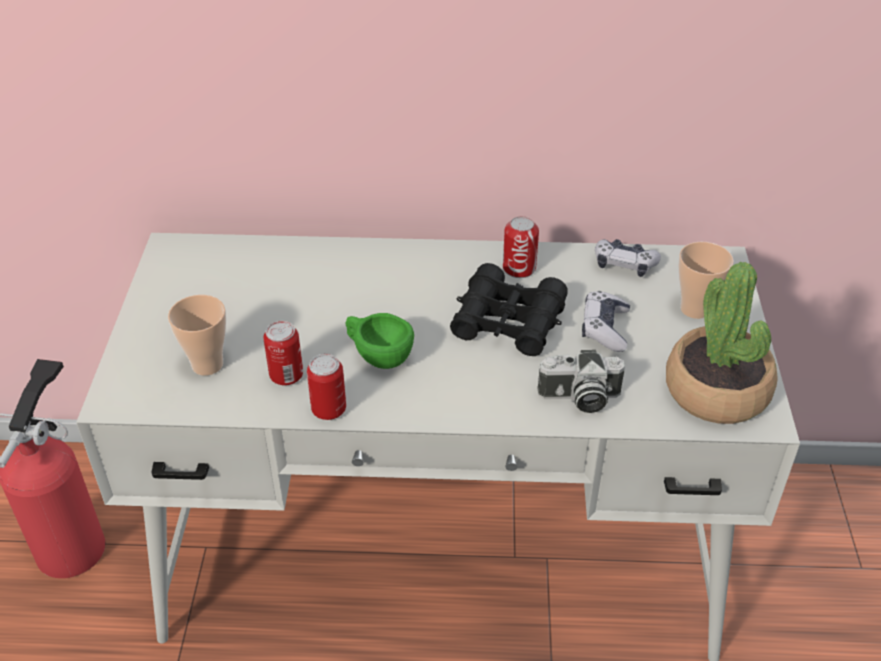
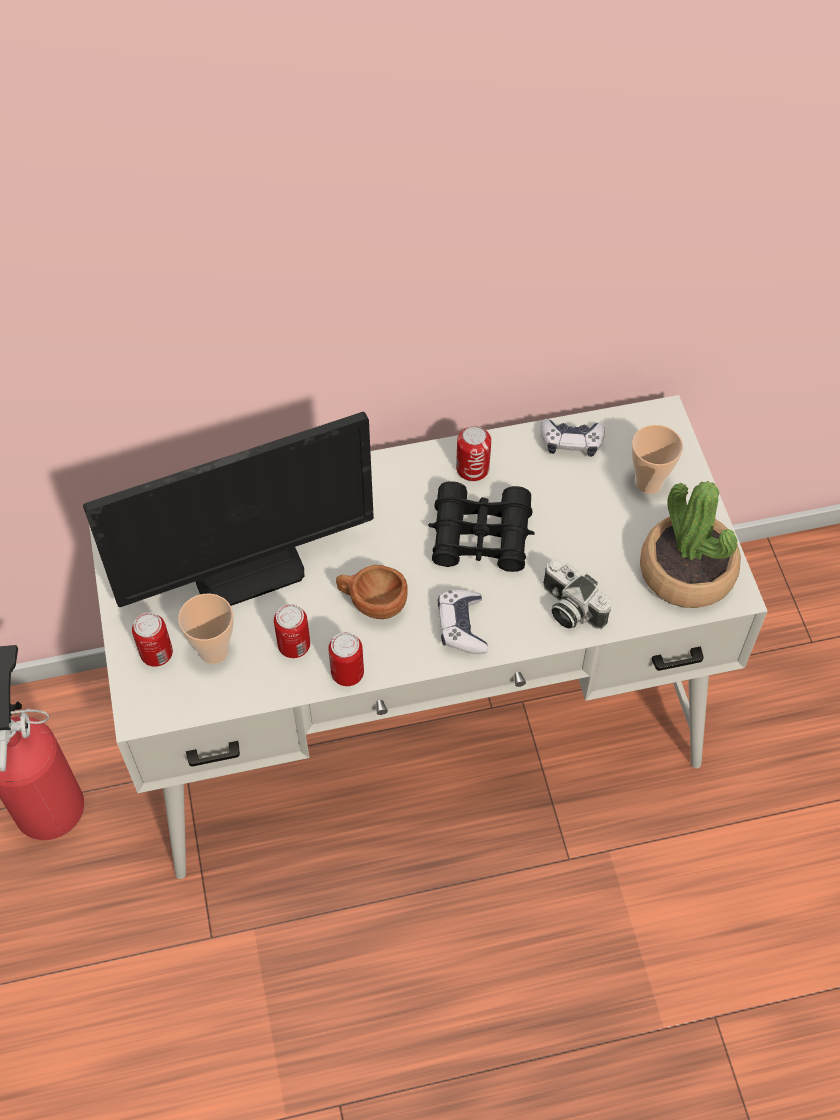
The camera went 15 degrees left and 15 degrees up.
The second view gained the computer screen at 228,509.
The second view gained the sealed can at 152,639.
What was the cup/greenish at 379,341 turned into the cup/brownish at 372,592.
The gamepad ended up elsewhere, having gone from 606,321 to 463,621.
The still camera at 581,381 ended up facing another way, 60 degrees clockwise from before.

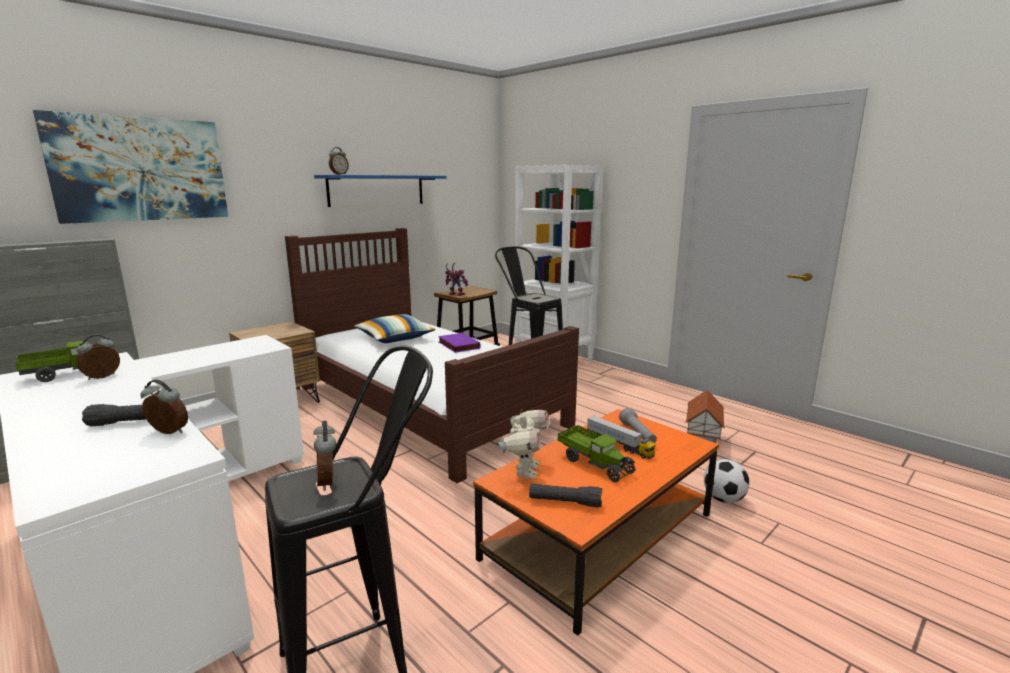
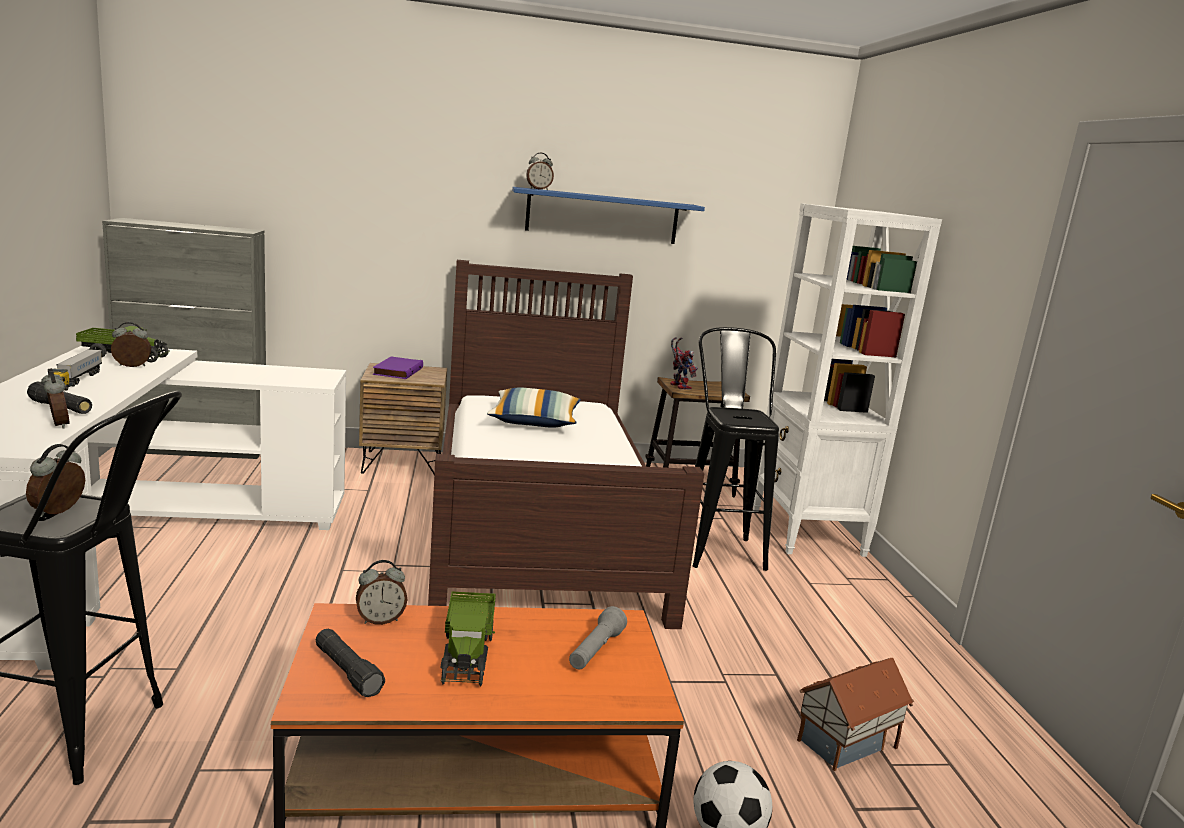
The camera went 35 degrees right and 0 degrees up.
The toy truck ended up elsewhere, having gone from 621,437 to 77,369.
Where the model robot stood at 523,444, the bedside clock came to stand at 381,592.
The volume/purplish ended up elsewhere, having gone from 459,342 to 398,367.
The second view lost the wall picture at 130,167.

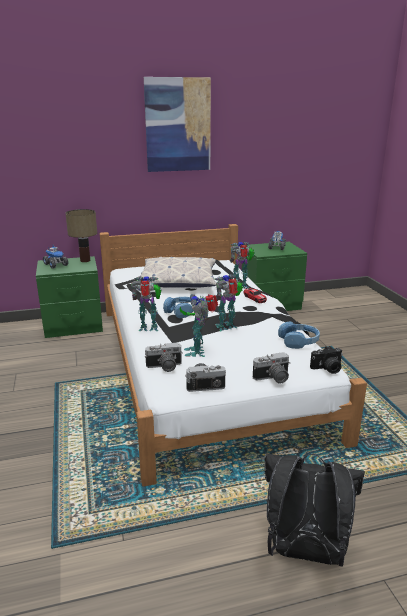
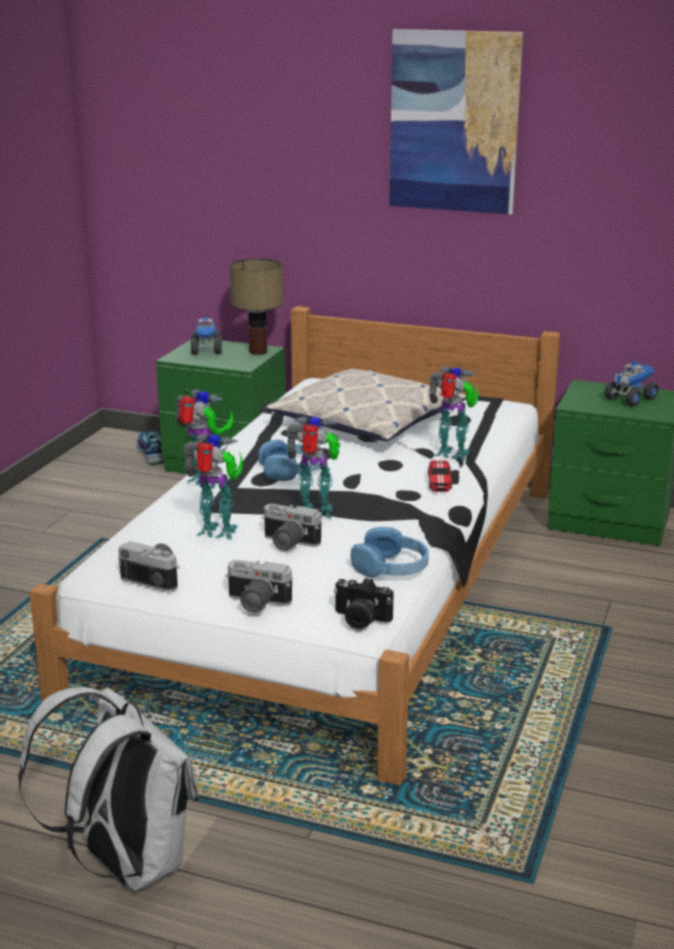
The camera went 35 degrees right and 0 degrees up.
What was the rucksack/black-coloured at 315,509 turned into the rucksack/white at 108,789.
The second view gained the low shoe at 150,447.
The model robot at 199,325 ended up facing another way, 75 degrees clockwise from before.
The still camera ended up elsewhere, having gone from 164,357 to 291,527.

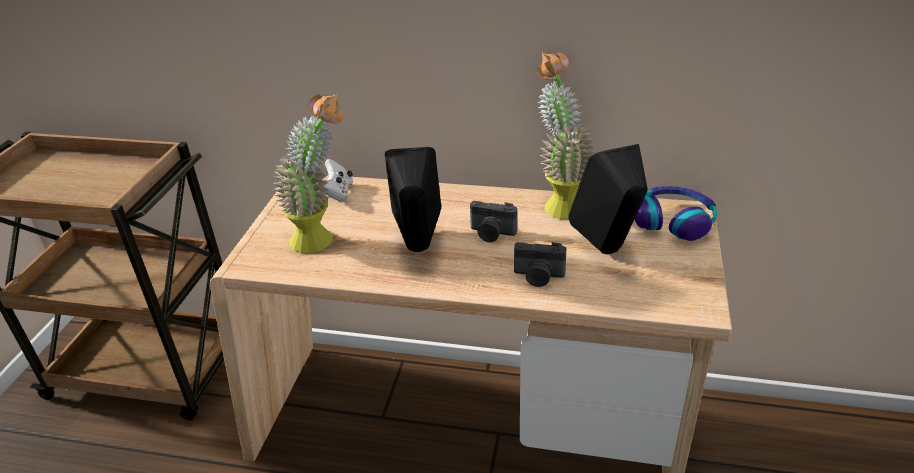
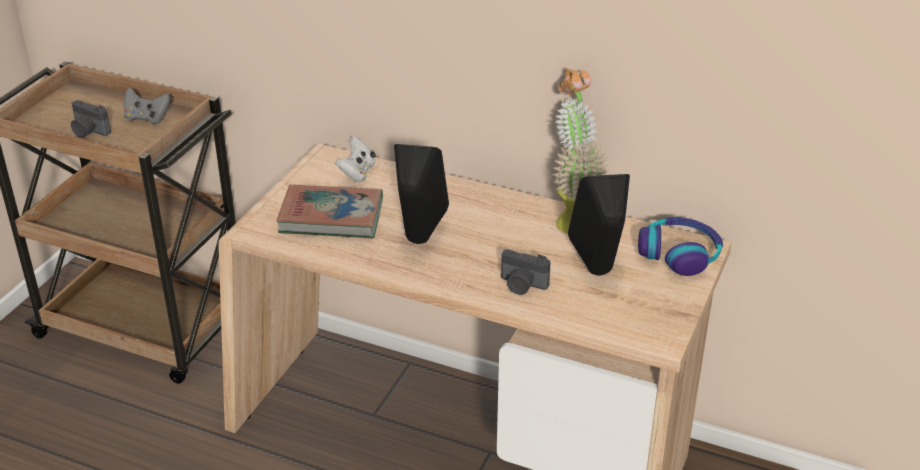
The camera went 10 degrees right and 0 degrees up.
The still camera ended up elsewhere, having gone from 493,221 to 91,119.
The second view gained the gamepad/greyish at 147,106.
Where the houseplant stood at 308,173, the volume came to stand at 329,211.

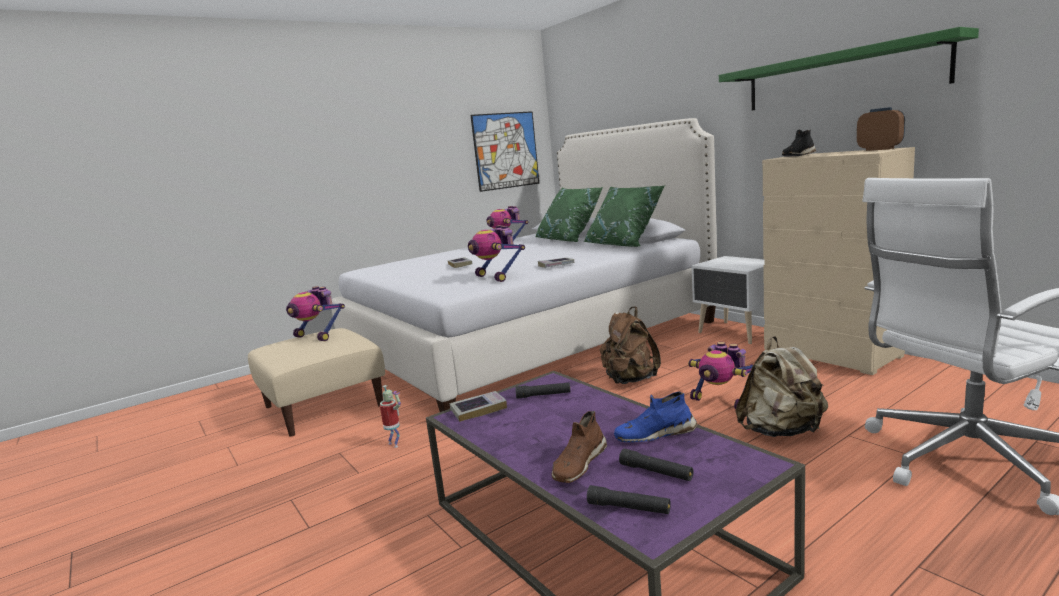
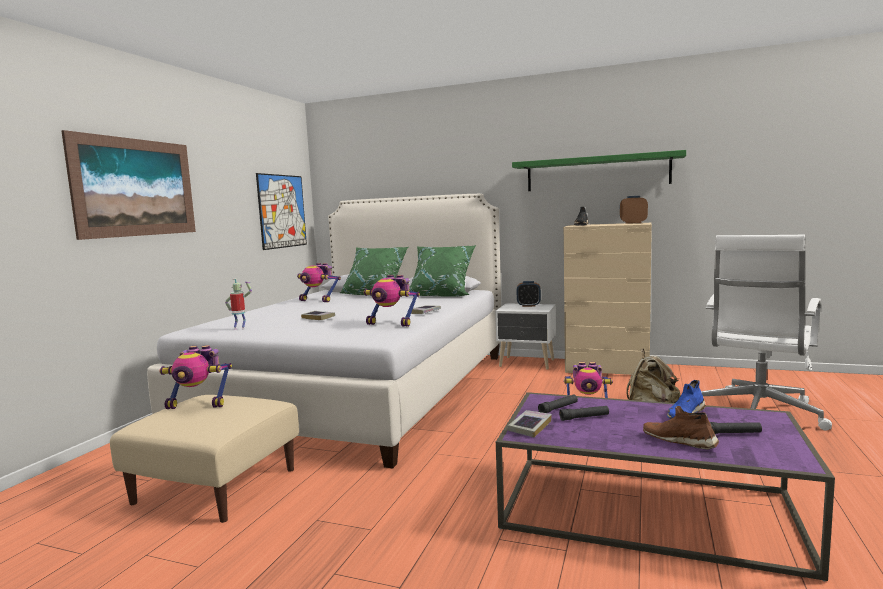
The camera went 35 degrees left and 5 degrees down.
The second view gained the wall picture at 128,185.
The model robot ended up elsewhere, having gone from 390,416 to 238,304.
The second view gained the bedside clock at 529,294.
The torch/black-coloured ended up elsewhere, having gone from 629,499 to 584,413.
The low shoe/brownish at 579,447 ended up facing another way, 135 degrees clockwise from before.
The second view lost the rucksack/brownish at 630,345.

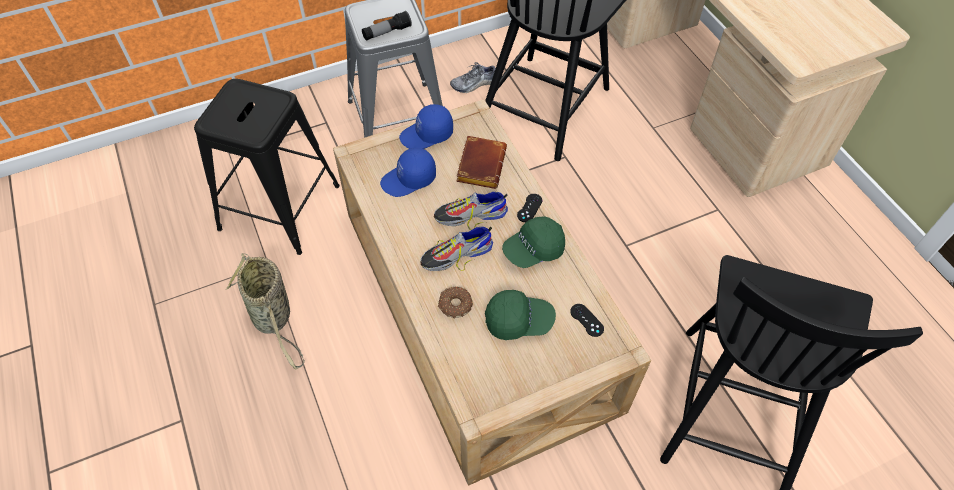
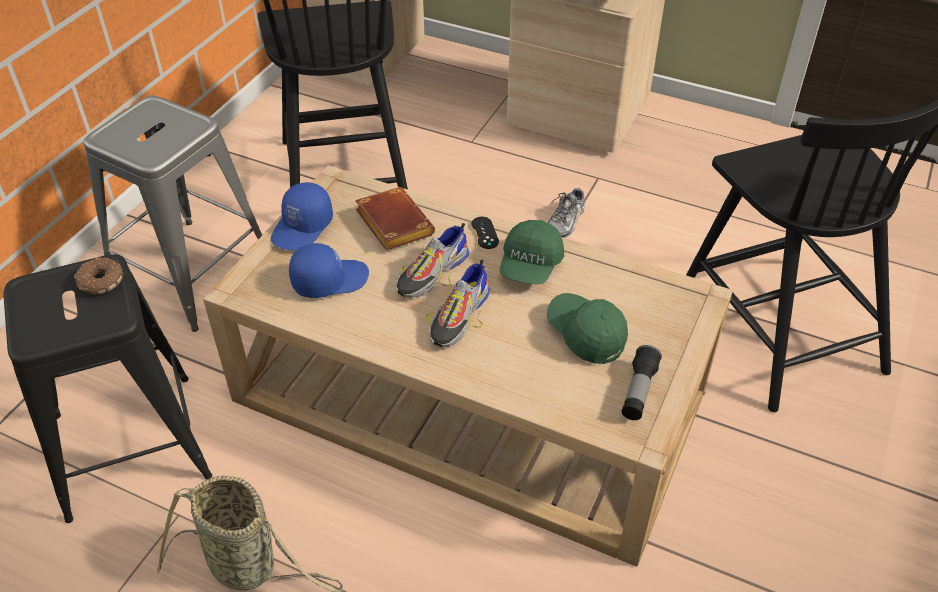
The camera went 40 degrees left and 10 degrees down.
The donut ended up elsewhere, having gone from 455,302 to 98,276.
The peaked cap/blue at 408,172 ended up facing another way, 135 degrees counterclockwise from before.
The peaked cap/greenish at 520,315 ended up facing another way, 90 degrees counterclockwise from before.
The low shoe ended up elsewhere, having gone from 473,77 to 566,212.
The torch ended up elsewhere, having gone from 387,26 to 642,382.
The second view lost the gamepad/black-coloured at 587,320.

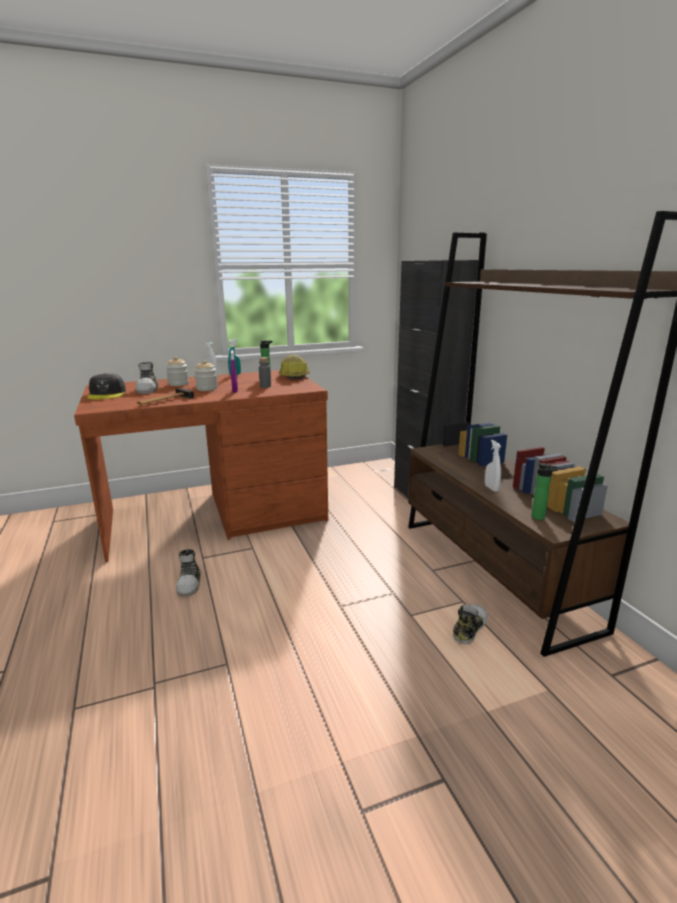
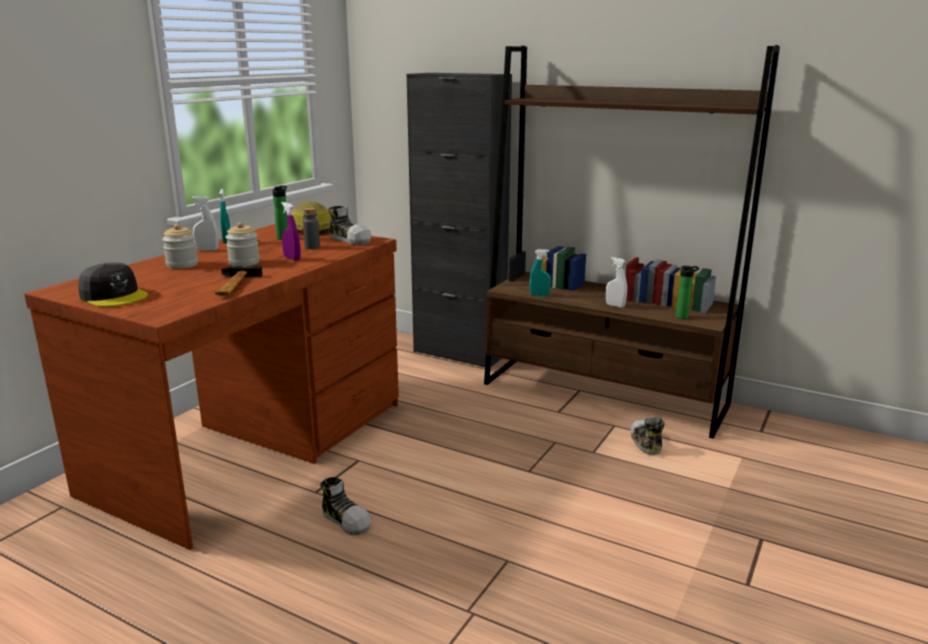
The camera went 40 degrees left and 0 degrees up.
The low shoe ended up elsewhere, having gone from 147,378 to 349,225.
The second view gained the spray bottle/blue-green at 540,272.

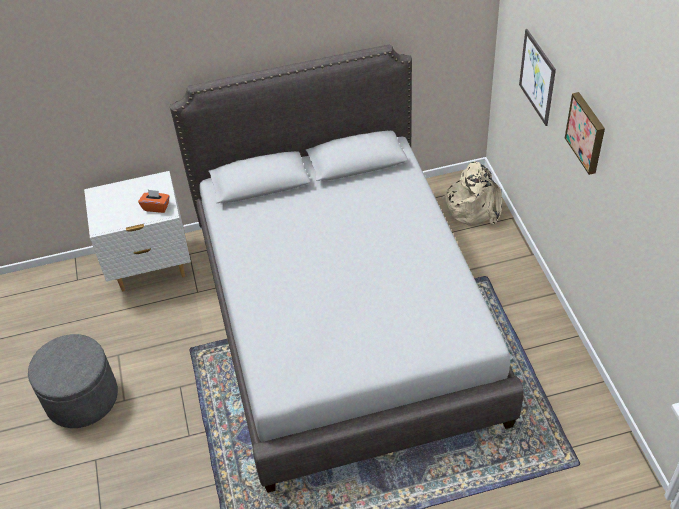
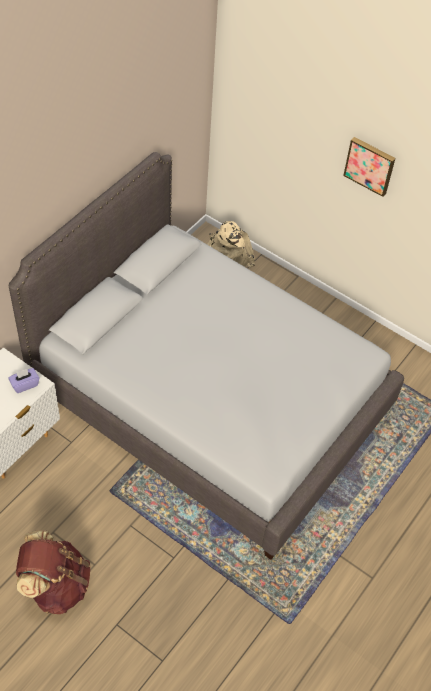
The camera went 45 degrees left and 5 degrees up.
What was the tissue box/orange-coloured at 154,201 turned into the tissue box/purplish at 23,380.
Where the pouffe/greyish stood at 73,381, the rucksack/brownish came to stand at 53,572.
The second view lost the wall picture at 537,77.

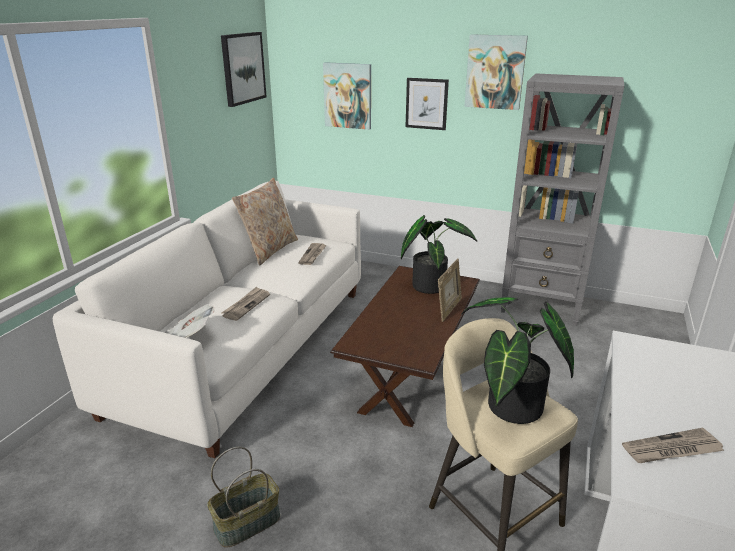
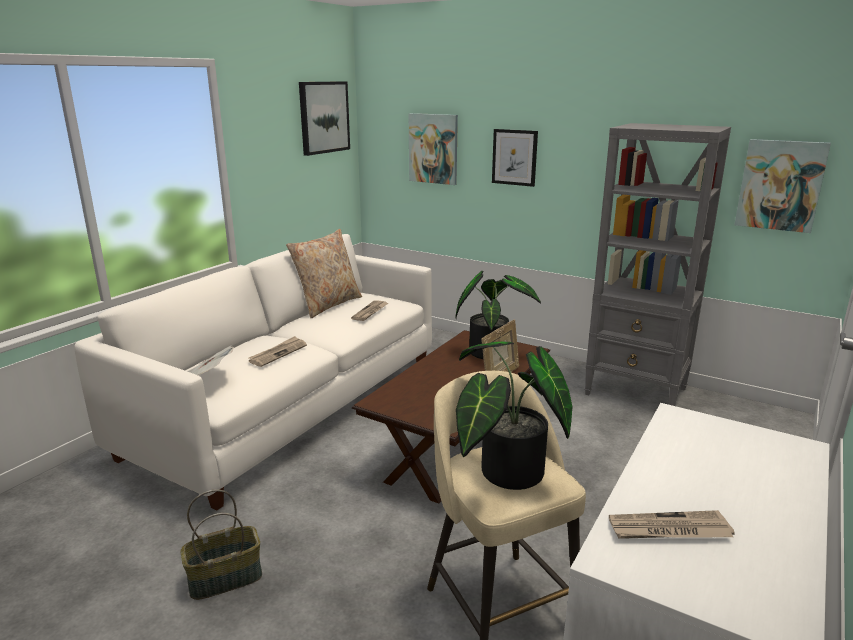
The camera went 10 degrees right and 5 degrees down.
The wall picture ended up elsewhere, having gone from 496,72 to 782,186.

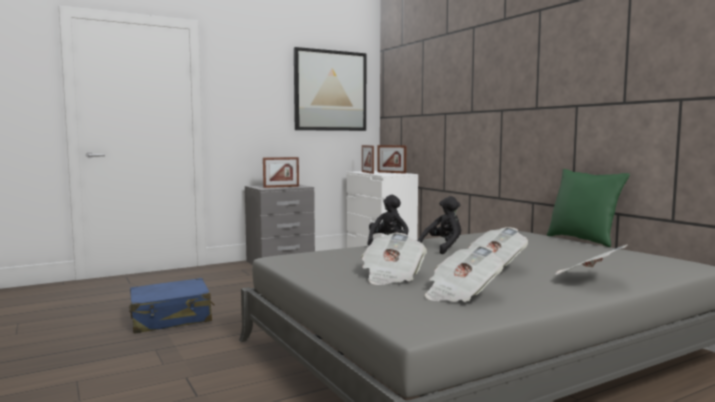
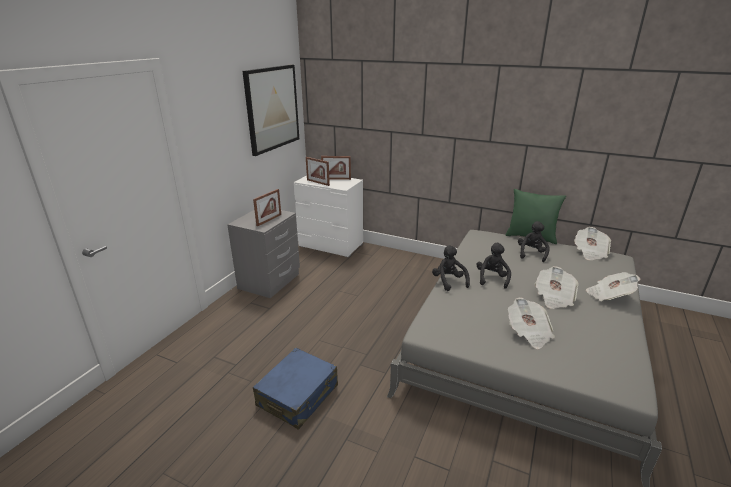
The camera went 35 degrees left and 20 degrees up.
The second view gained the cuddly toy/black-coloured at 534,241.
The newspaper ended up elsewhere, having gone from 464,274 to 592,243.

